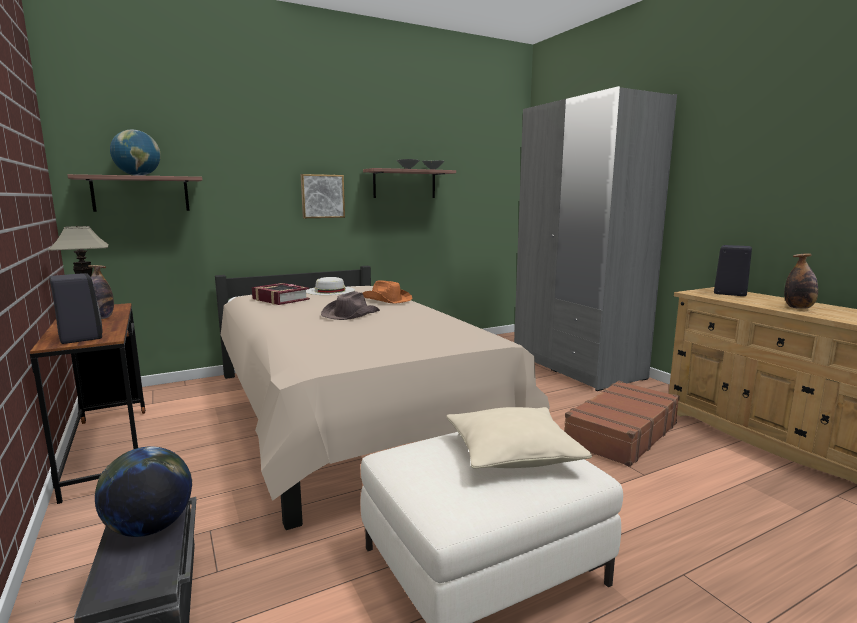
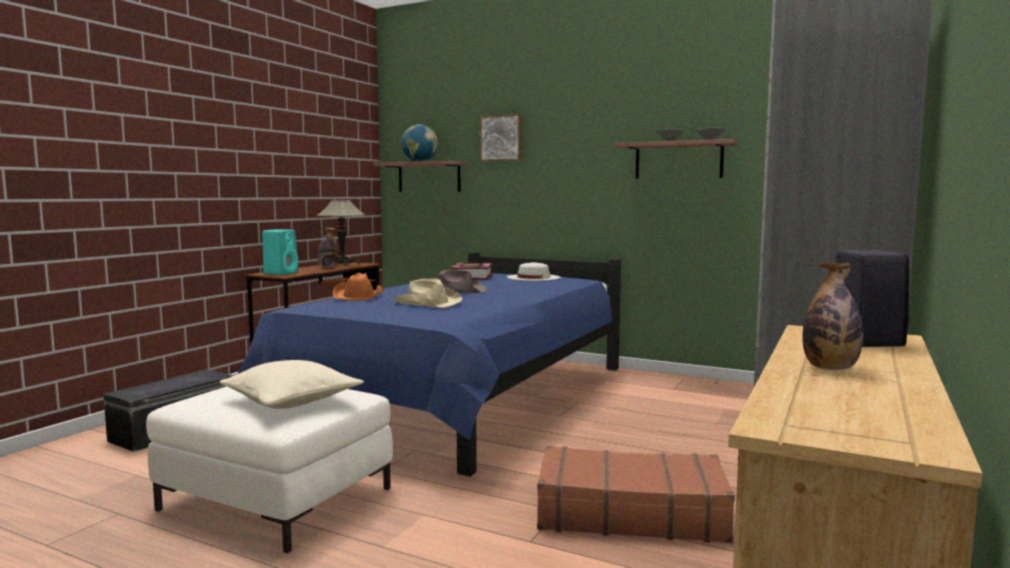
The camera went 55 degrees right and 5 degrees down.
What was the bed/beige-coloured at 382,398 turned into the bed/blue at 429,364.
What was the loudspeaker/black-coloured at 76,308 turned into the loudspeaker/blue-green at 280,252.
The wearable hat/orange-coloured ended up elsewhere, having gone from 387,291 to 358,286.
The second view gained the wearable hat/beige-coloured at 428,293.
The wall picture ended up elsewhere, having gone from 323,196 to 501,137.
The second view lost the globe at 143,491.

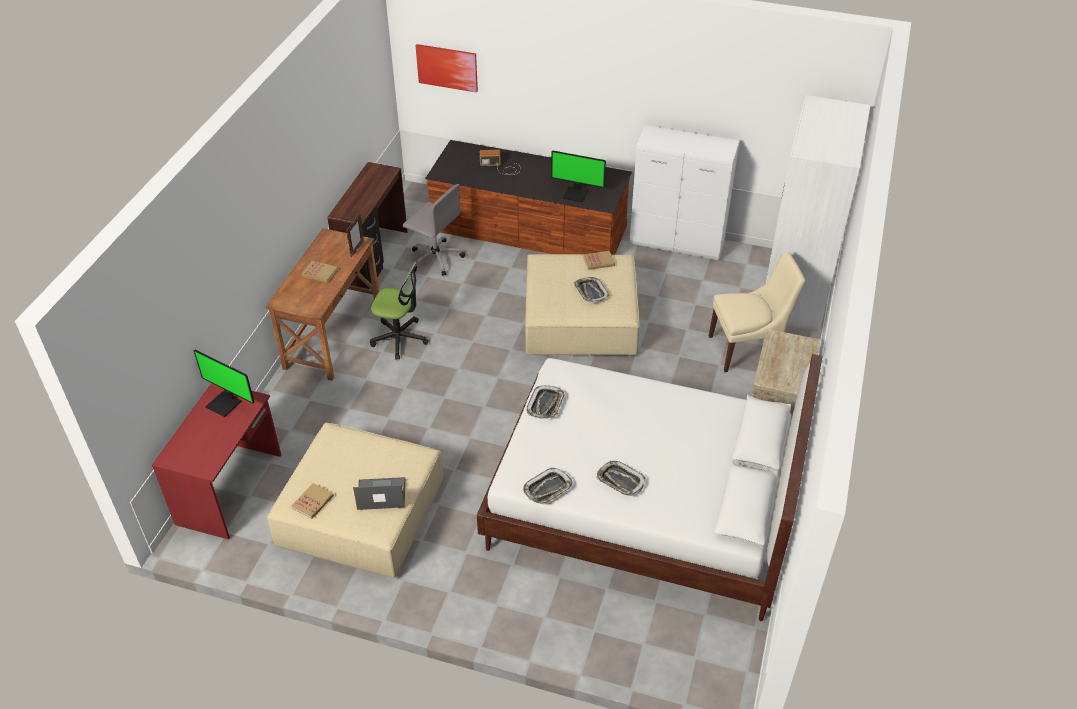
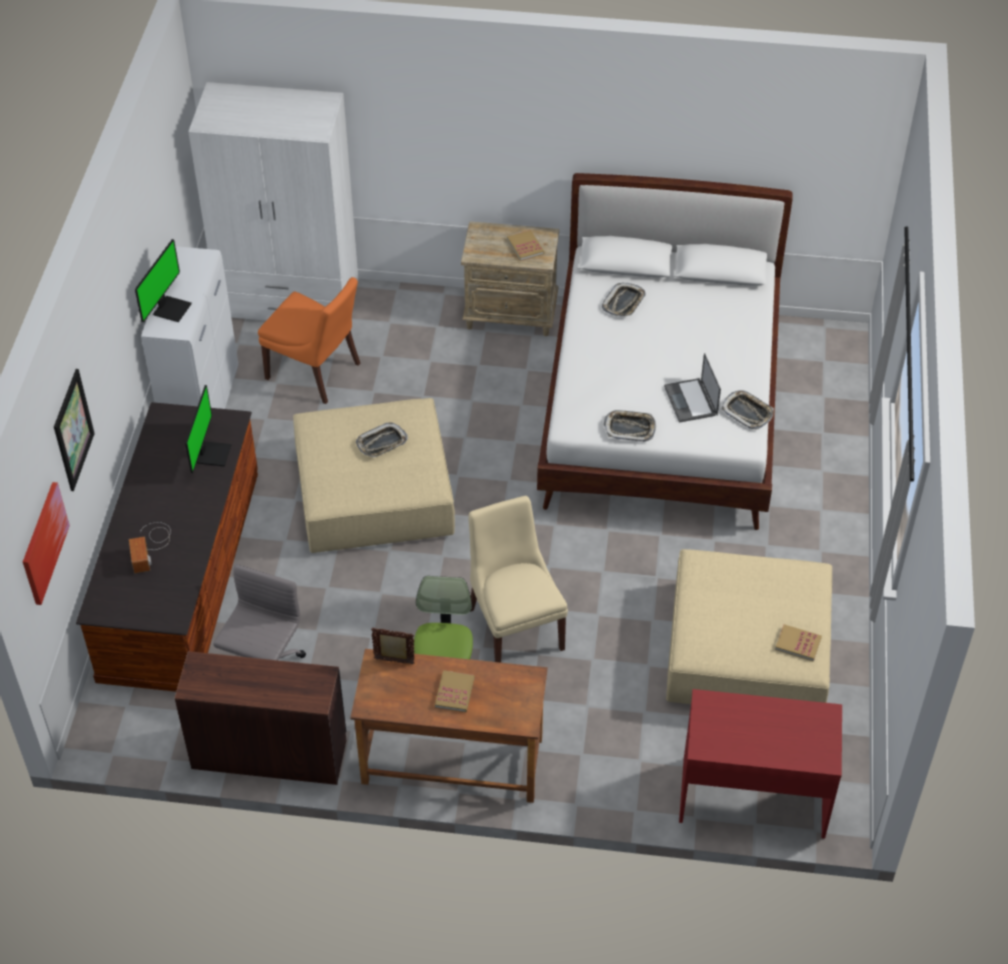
The camera went 100 degrees left and 5 degrees up.
The second view gained the wall picture at 74,430.
The computer screen ended up elsewhere, having gone from 224,383 to 163,280.
The second view gained the upright chair/orange-coloured at 309,340.
The upright chair/beige-coloured ended up elsewhere, having gone from 757,312 to 518,579.
The volume ended up elsewhere, having gone from 599,260 to 525,245.
The serving tray ended up elsewhere, having gone from 621,478 to 624,299.
The laptop ended up elsewhere, having gone from 379,493 to 692,388.

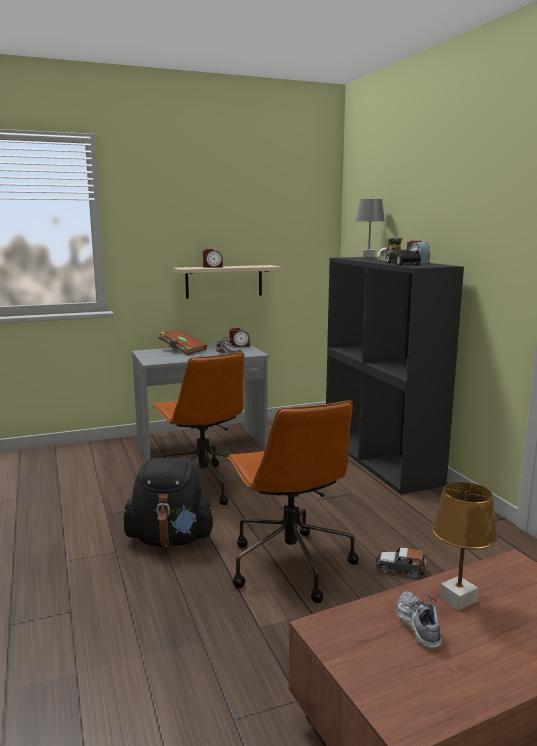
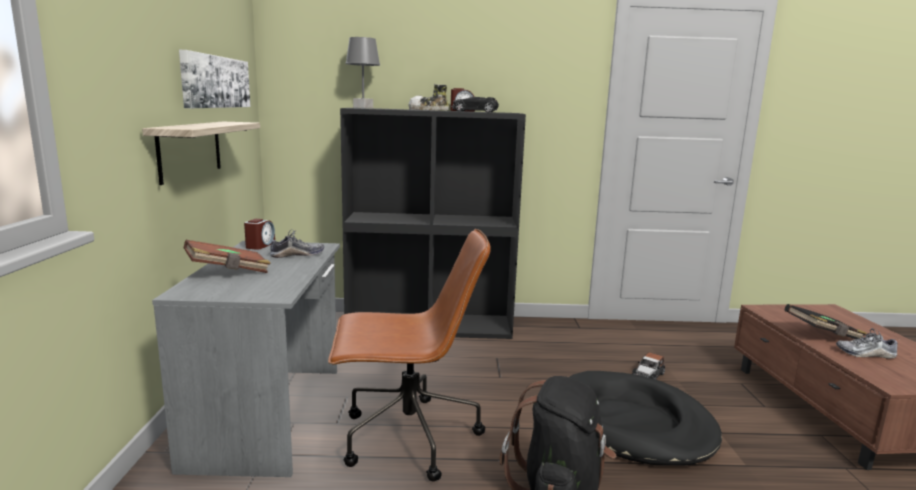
The camera went 70 degrees left and 0 degrees up.
The second view gained the wall picture at 214,79.
Where the desk chair/brownish stood at 293,502, the pet bed/black-coloured came to stand at 646,418.
Where the tabletop lamp/brownish stood at 464,546, the volume/black-coloured came to stand at 826,321.
The second view lost the bedside clock at 213,258.

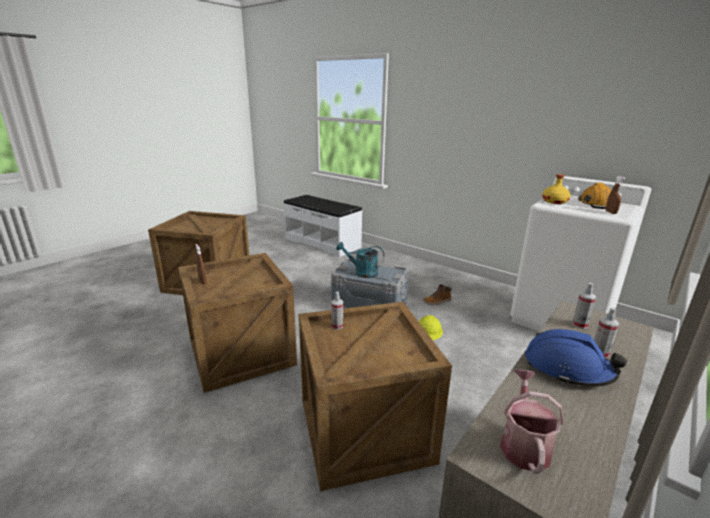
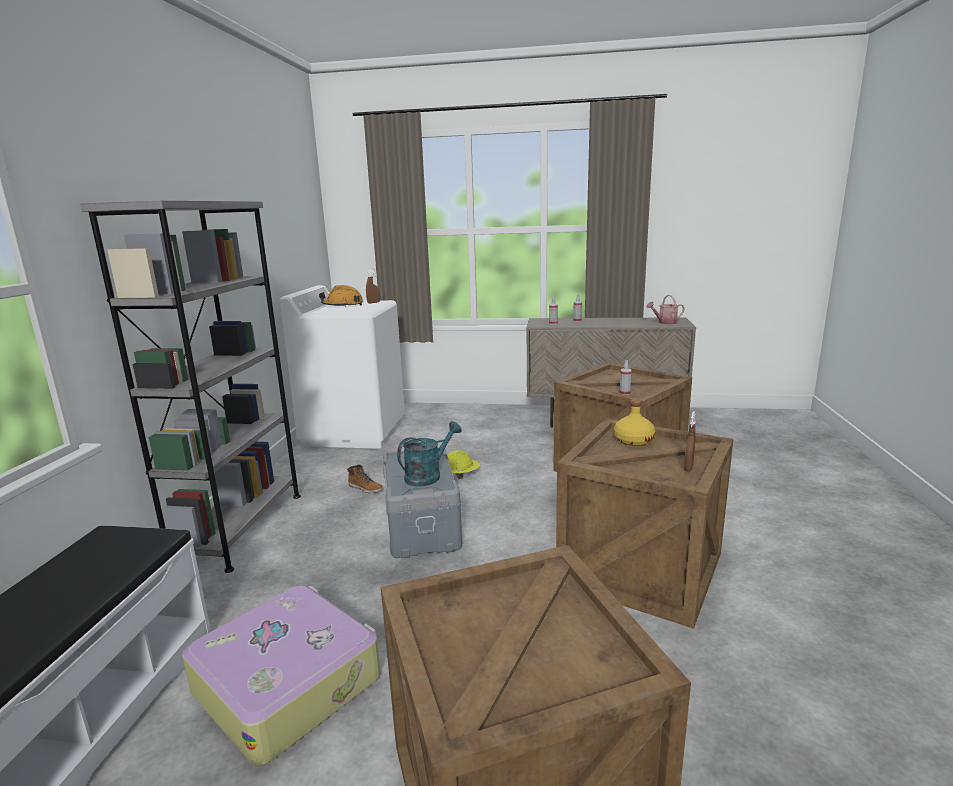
The camera went 120 degrees left and 5 degrees down.
The second view gained the shelving unit/greyish at 190,386.
The second view gained the suitcase at 281,675.
The sprinkling can/blue-green at 360,260 ended up facing another way, 120 degrees counterclockwise from before.
The beverage bottle/yellowish ended up elsewhere, having gone from 556,189 to 634,422.
The second view lost the work helmet/blue at 576,358.

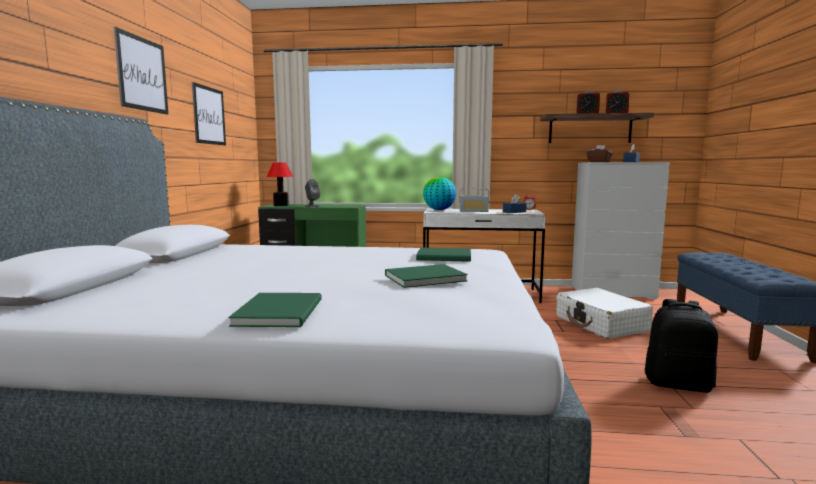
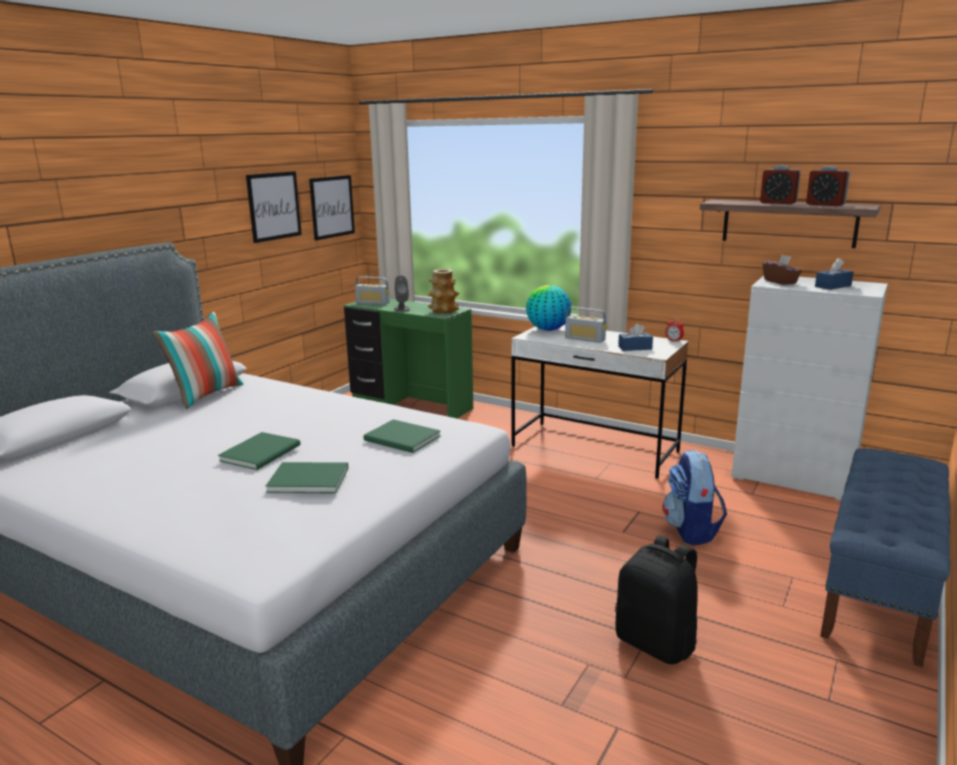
The camera went 25 degrees right and 10 degrees up.
The second view gained the cushion at 198,360.
The volume/greenish ended up elsewhere, having gone from 275,310 to 259,451.
The wall picture ended up elsewhere, having gone from 141,70 to 332,208.
Where the tabletop lamp stood at 280,184, the radio receiver came to stand at 372,290.
The second view gained the decorative vase at 443,291.
Where the suitcase/white stood at 604,313, the rucksack came to stand at 695,497.

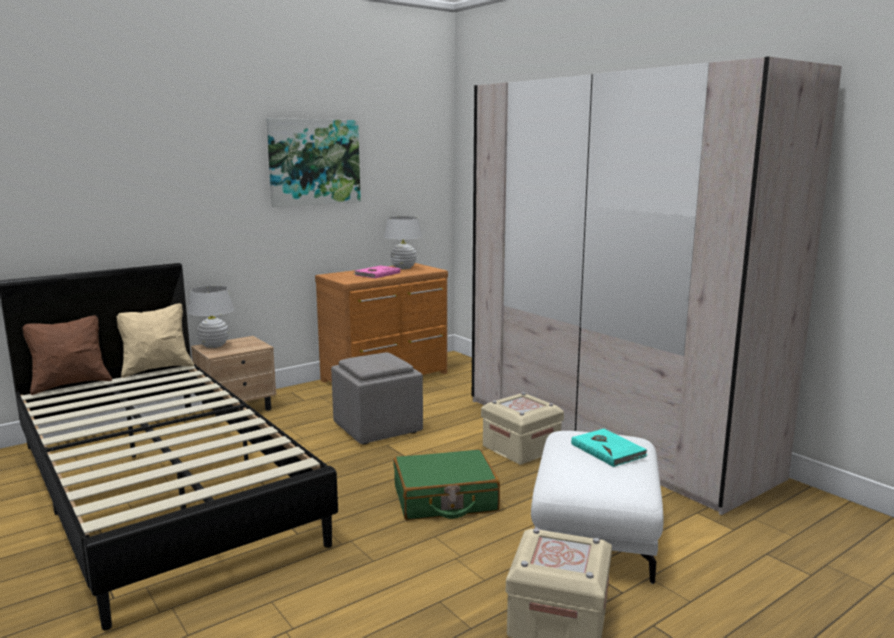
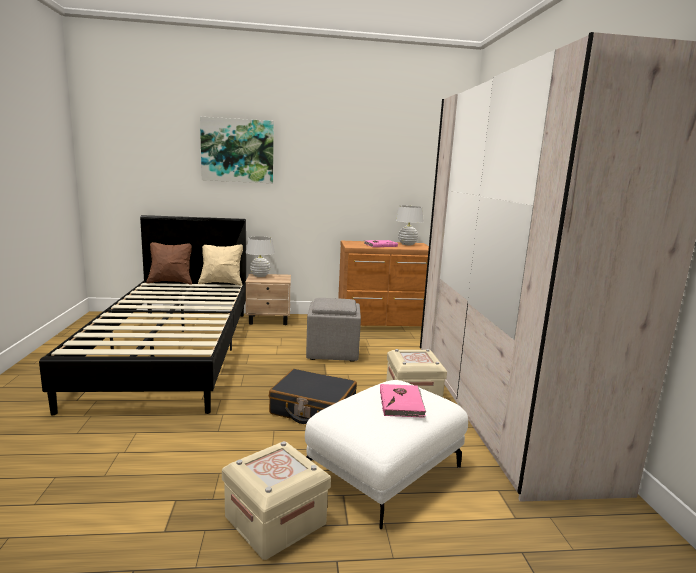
The camera went 30 degrees right and 0 degrees up.
The wall picture ended up elsewhere, having gone from 313,162 to 237,150.
What was the suitcase/greenish at 447,485 turned into the suitcase/black-coloured at 313,396.
What was the volume/blue-green at 609,448 turned into the volume/pink-coloured at 403,401.

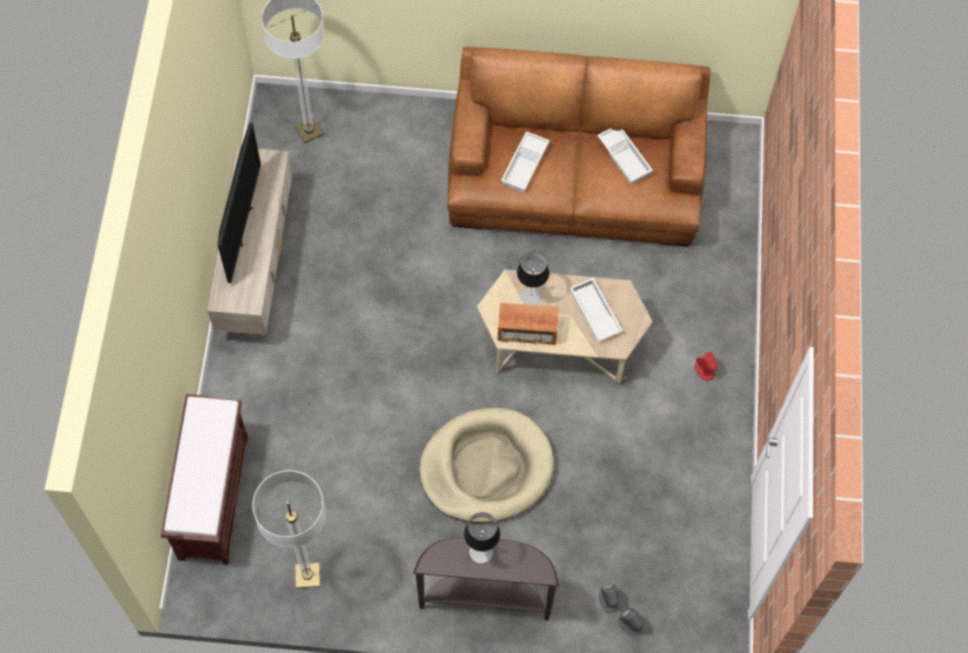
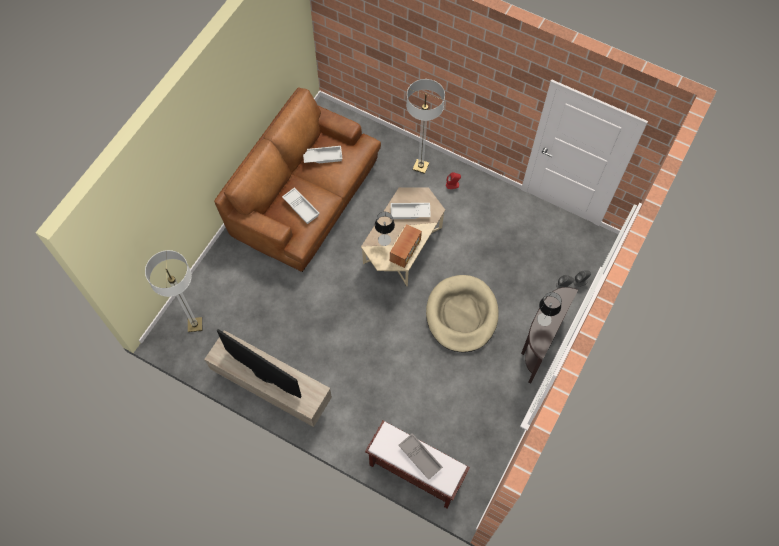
The camera went 65 degrees left and 0 degrees up.
The second view gained the serving tray/greyish at 420,456.
The floor lamp ended up elsewhere, having gone from 289,529 to 425,126.

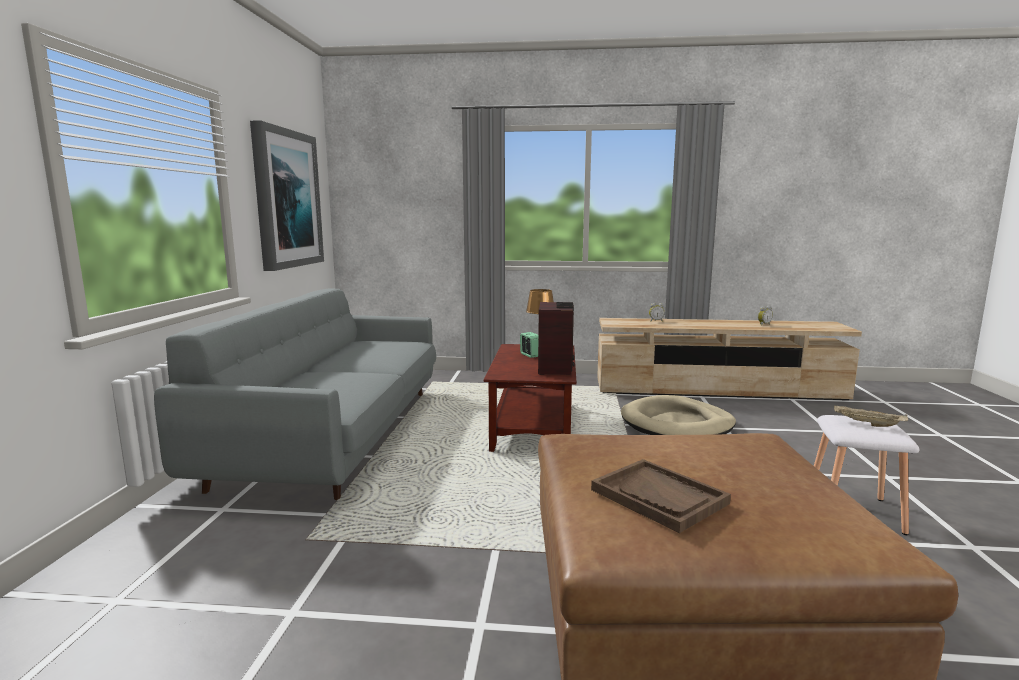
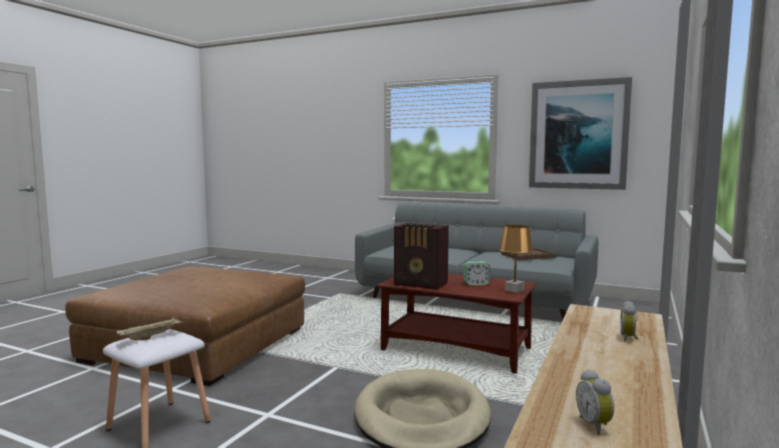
The camera went 110 degrees right and 5 degrees down.
The serving tray/brownish ended up elsewhere, having gone from 661,496 to 528,254.

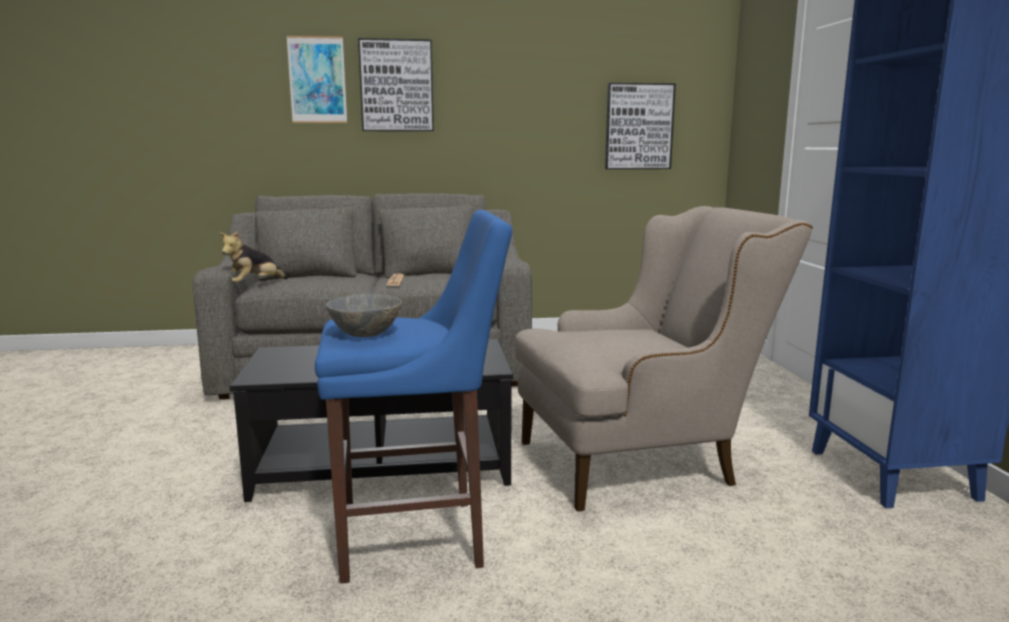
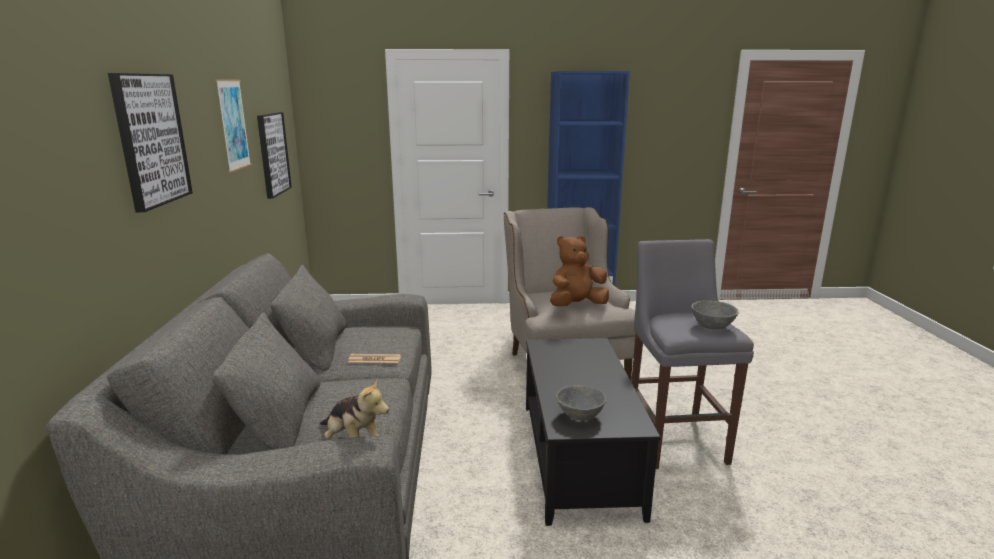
The camera went 85 degrees left and 5 degrees up.
The wall picture ended up elsewhere, having gone from 316,79 to 233,125.
The second view gained the cuddly toy/brownish at 579,270.
The second view gained the deep dish/greyish at 581,403.
What was the sitting stool/blue at 413,397 turned into the sitting stool/greyish at 692,354.

